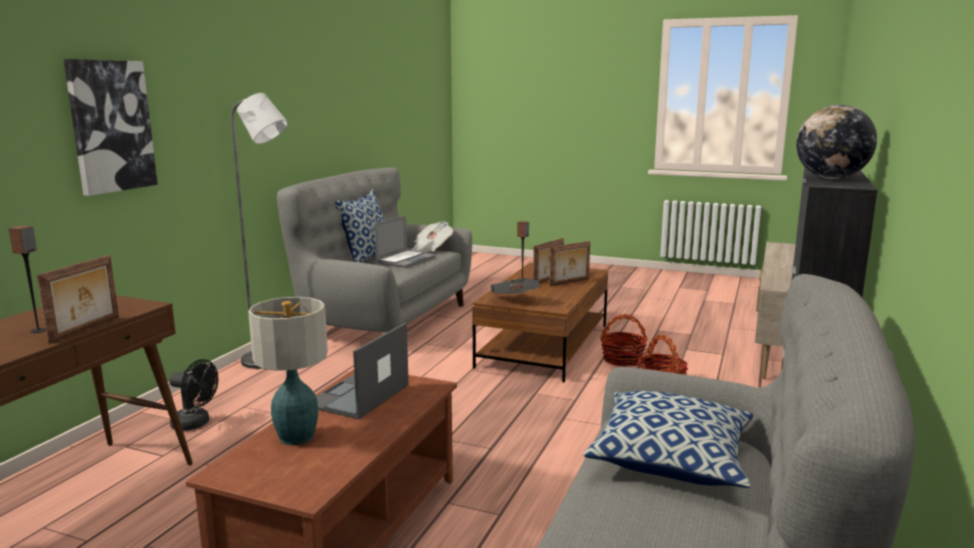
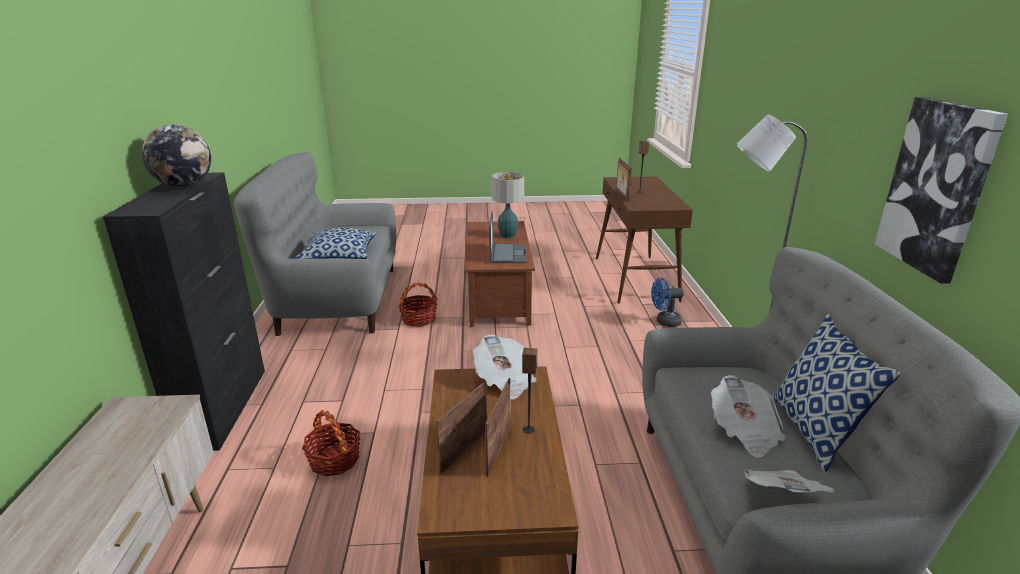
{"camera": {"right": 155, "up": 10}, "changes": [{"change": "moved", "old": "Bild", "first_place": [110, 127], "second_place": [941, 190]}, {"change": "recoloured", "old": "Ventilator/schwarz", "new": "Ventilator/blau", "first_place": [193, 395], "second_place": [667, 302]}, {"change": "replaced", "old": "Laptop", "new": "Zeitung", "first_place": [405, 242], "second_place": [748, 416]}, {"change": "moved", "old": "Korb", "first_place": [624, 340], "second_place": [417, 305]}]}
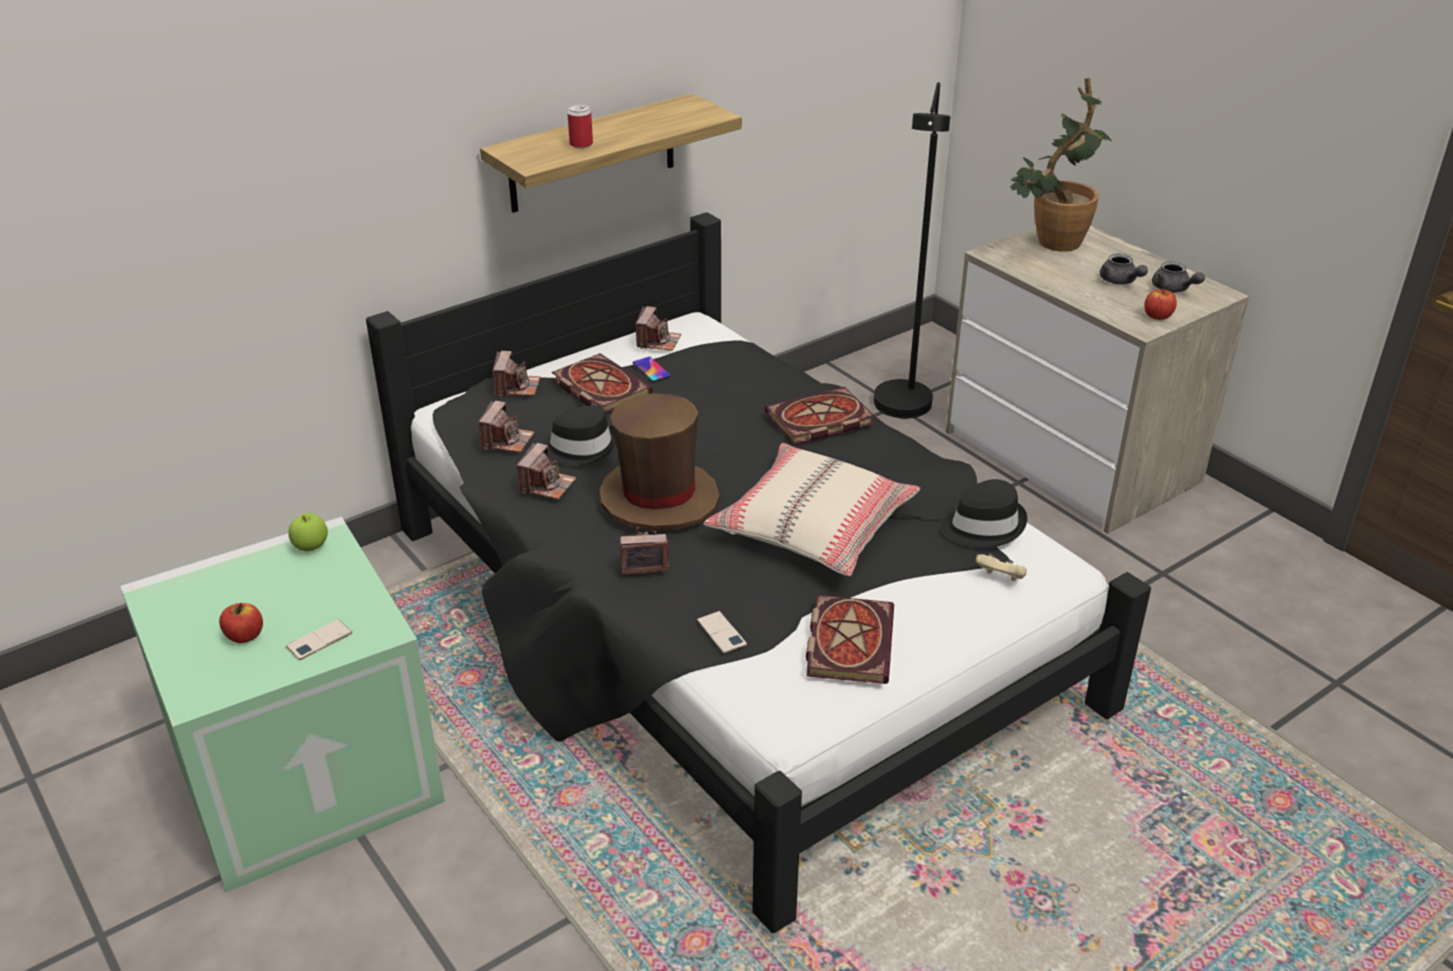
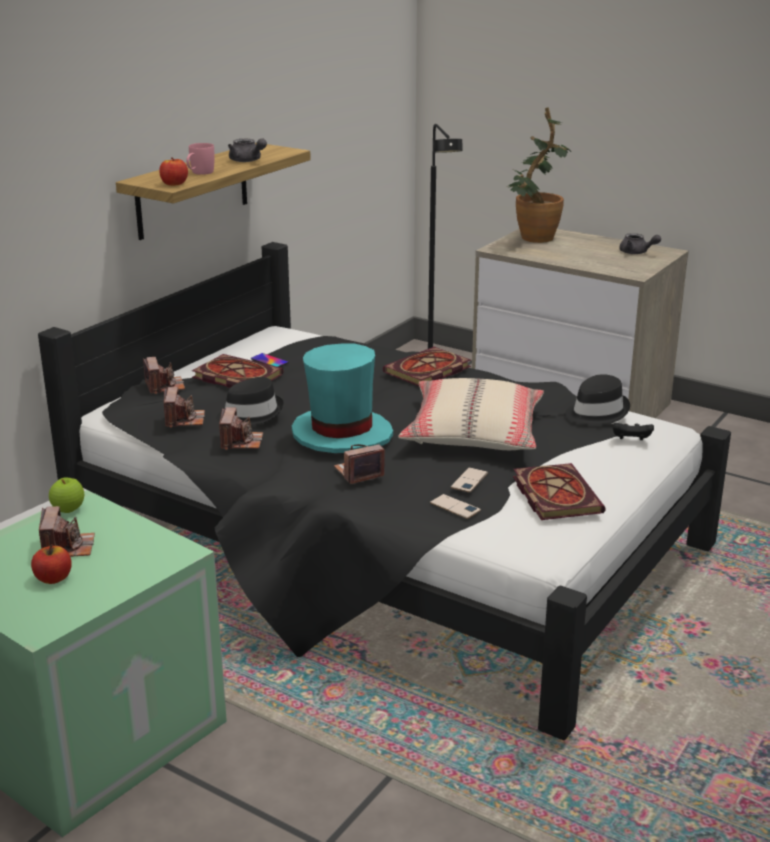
{"camera": {"right": -20, "up": -10}, "changes": [{"change": "moved", "old": "Handy", "first_place": [319, 639], "second_place": [469, 480]}, {"change": "replaced", "old": "Dose", "new": "Henkelbecher/rosa", "first_place": [580, 126], "second_place": [200, 159]}, {"change": "recoloured", "old": "Hut/braun", "new": "Hut/türkis", "first_place": [659, 461], "second_place": [342, 398]}, {"change": "moved", "old": "Kamera", "first_place": [658, 328], "second_place": [67, 531]}, {"change": "recoloured", "old": "Gamepad/beige", "new": "Gamepad/schwarz", "first_place": [1001, 567], "second_place": [633, 431]}, {"change": "moved", "old": "Teekanne/grau", "first_place": [1124, 269], "second_place": [247, 150]}, {"change": "moved", "old": "Apfel", "first_place": [1160, 305], "second_place": [173, 171]}]}
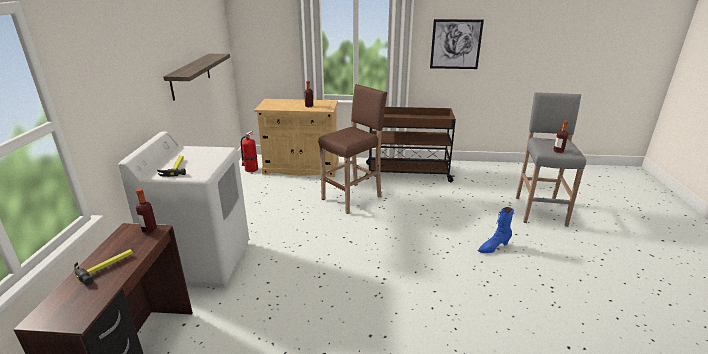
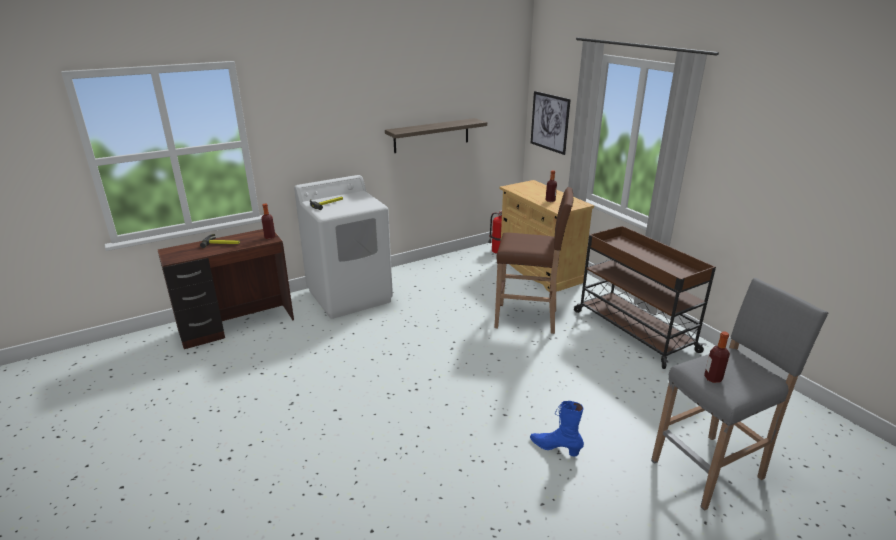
{"camera": {"right": 55, "up": 0}, "changes": [{"change": "moved", "old": "Bild", "first_place": [457, 44], "second_place": [551, 123]}]}
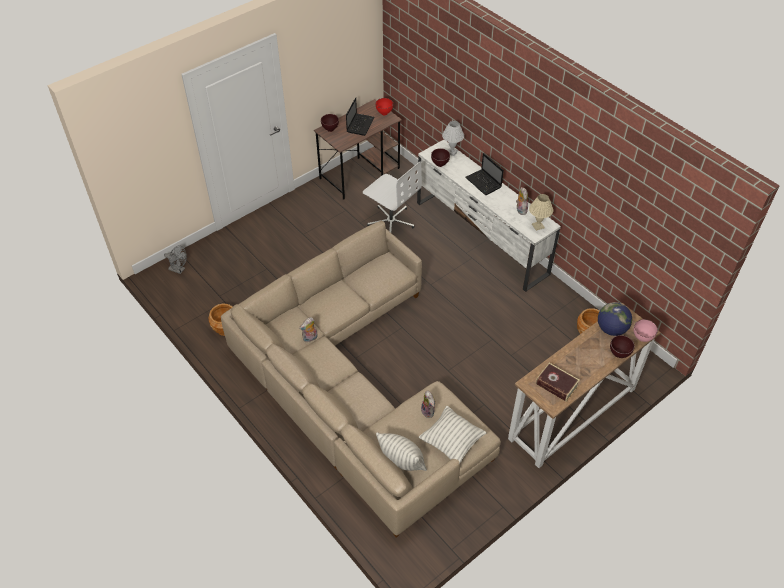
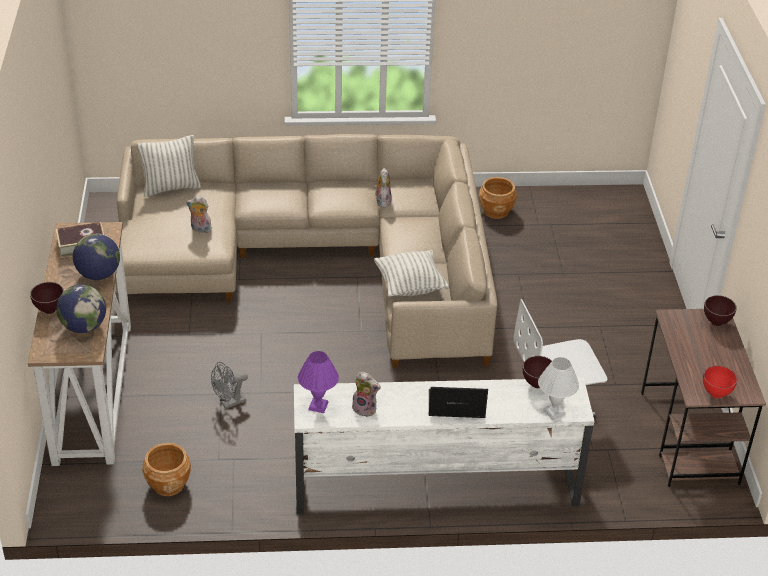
{"camera": {"right": 125, "up": -10}, "changes": [{"change": "moved", "old": "Ventilator/grau", "first_place": [175, 259], "second_place": [229, 385]}, {"change": "removed", "old": "Laptop", "first_place": [360, 116]}, {"change": "moved", "old": "Kissen", "first_place": [453, 435], "second_place": [411, 273]}, {"change": "recoloured", "old": "Tischlampe/beige", "new": "Tischlampe/lila", "first_place": [541, 212], "second_place": [318, 382]}, {"change": "removed", "old": "Schüssel/rosa", "first_place": [646, 330]}, {"change": "added", "new": "Globus", "second_place": [96, 257]}]}
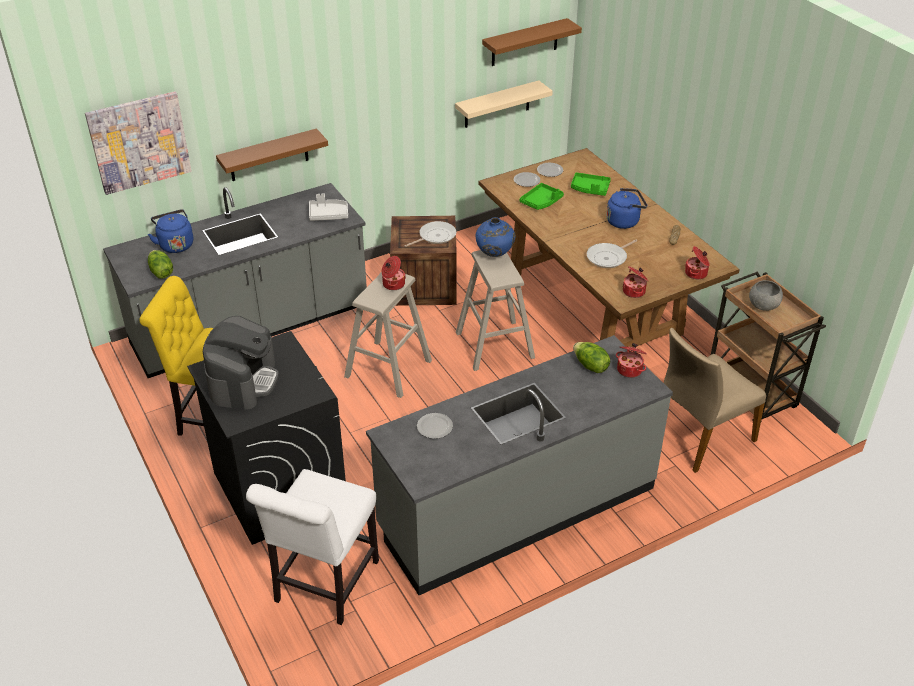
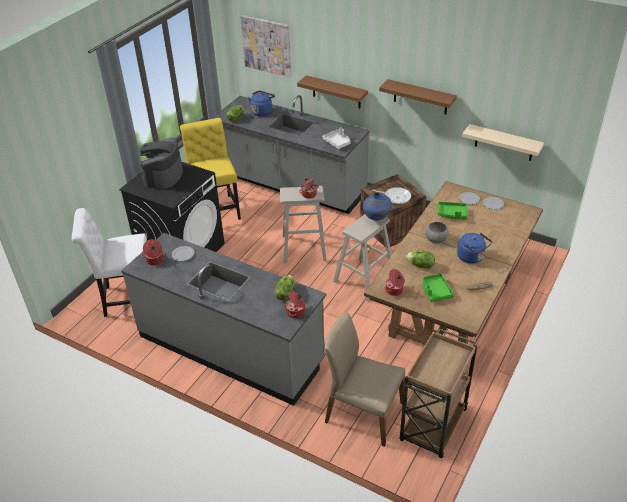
{"camera": {"right": 60, "up": 0}, "changes": [{"change": "turned", "old": "Kaffeemaschine", "first_place": [241, 363], "second_place": [161, 163], "degrees": 120}, {"change": "moved", "old": "Wandregal/braun", "first_place": [532, 42], "second_place": [418, 96]}, {"change": "moved", "old": "Tablett/grün", "first_place": [591, 184], "second_place": [438, 287]}, {"change": "replaced", "old": "Pfanne", "new": "Salatkopf", "first_place": [612, 254], "second_place": [420, 259]}, {"change": "moved", "old": "Kochtopf", "first_place": [697, 262], "second_place": [153, 252]}, {"change": "moved", "old": "Schüssel/grau", "first_place": [766, 295], "second_place": [437, 232]}]}
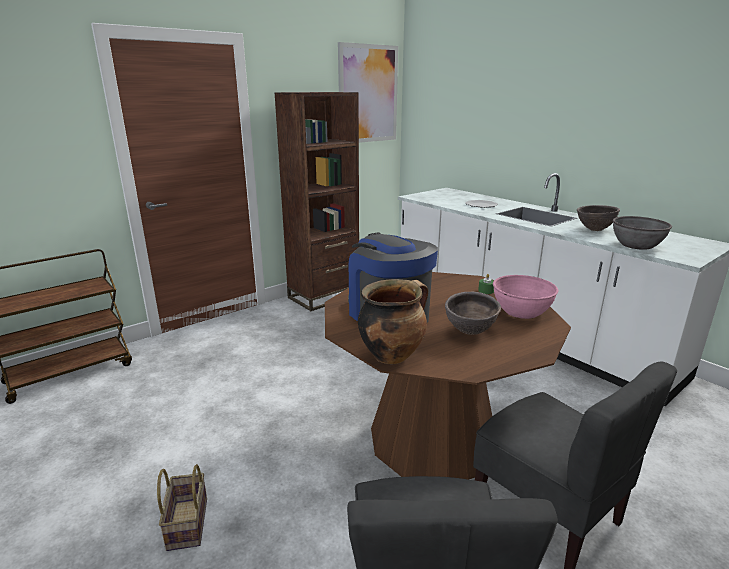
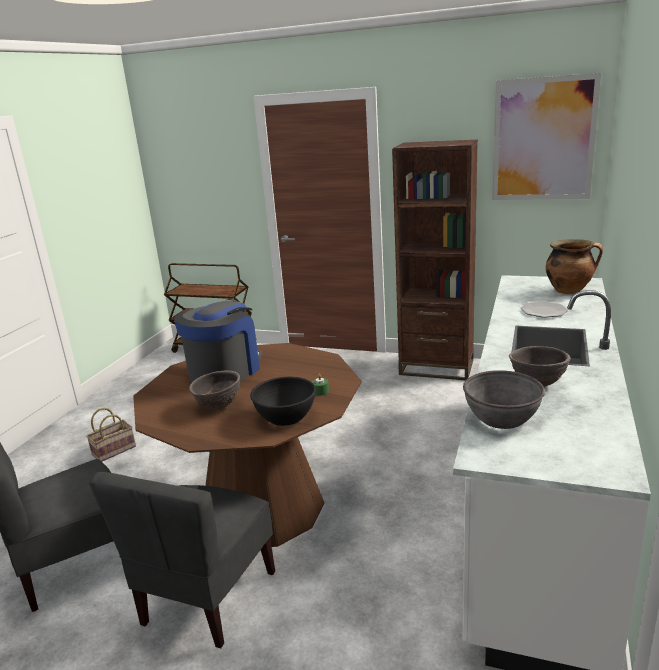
{"camera": {"right": 60, "up": 0}, "changes": [{"change": "moved", "old": "Kochtopf", "first_place": [393, 321], "second_place": [574, 266]}, {"change": "recoloured", "old": "Schüssel/rosa", "new": "Schüssel/schwarz", "first_place": [525, 297], "second_place": [283, 401]}]}
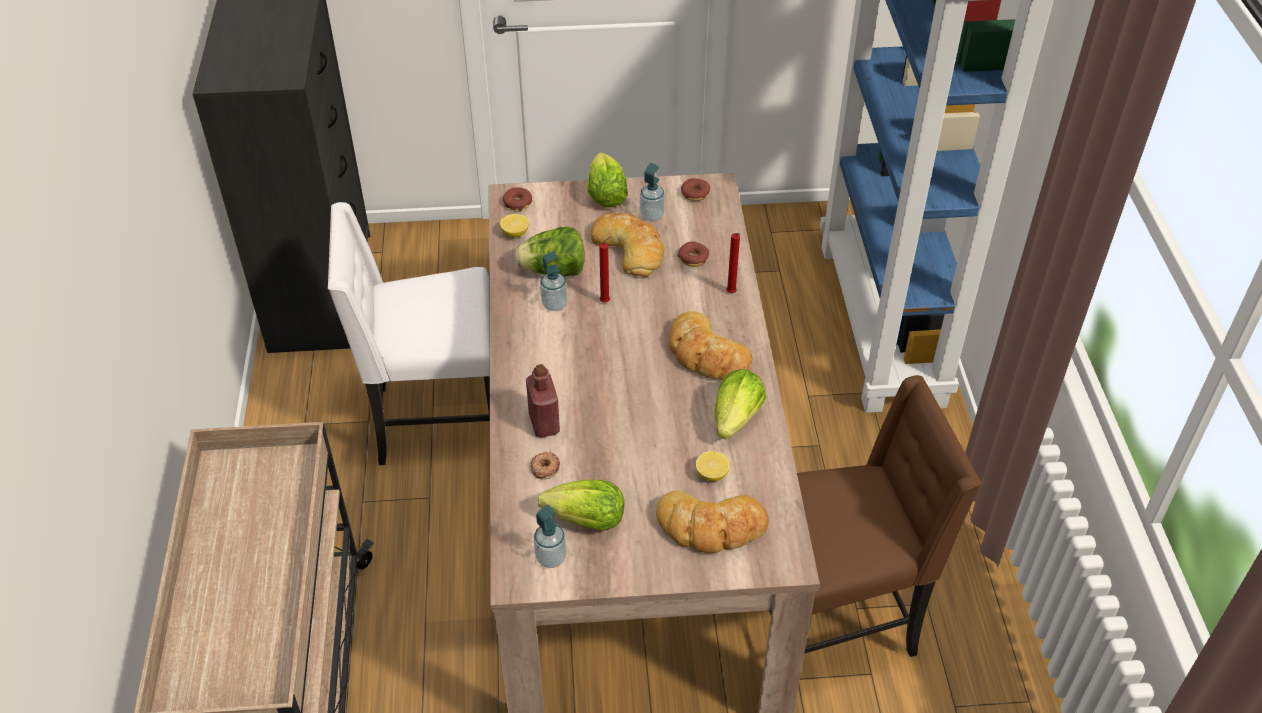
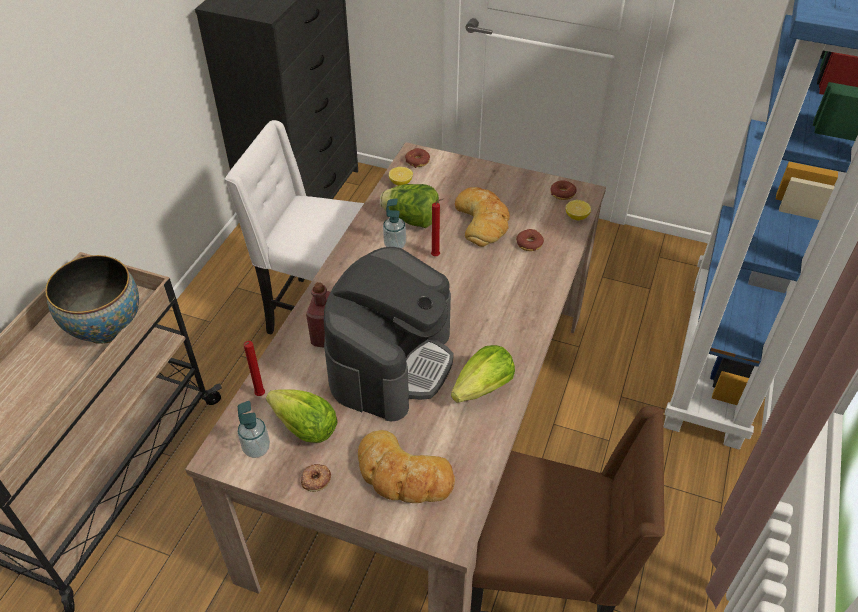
{"camera": {"right": 25, "up": 0}, "changes": [{"change": "moved", "old": "Donut", "first_place": [545, 465], "second_place": [316, 478]}, {"change": "removed", "old": "Salatkopf", "first_place": [607, 179]}, {"change": "removed", "old": "Seifenspender", "first_place": [652, 192]}, {"change": "removed", "old": "Brot", "first_place": [710, 345]}, {"change": "moved", "old": "Zitrone", "first_place": [713, 466], "second_place": [578, 210]}, {"change": "moved", "old": "Kerze/rot", "first_place": [733, 263], "second_place": [254, 368]}, {"change": "added", "new": "Schüssel", "second_place": [92, 299]}, {"change": "added", "new": "Kaffeemaschine", "second_place": [389, 334]}]}
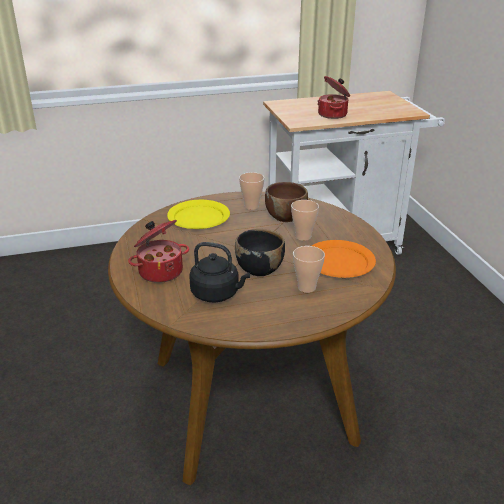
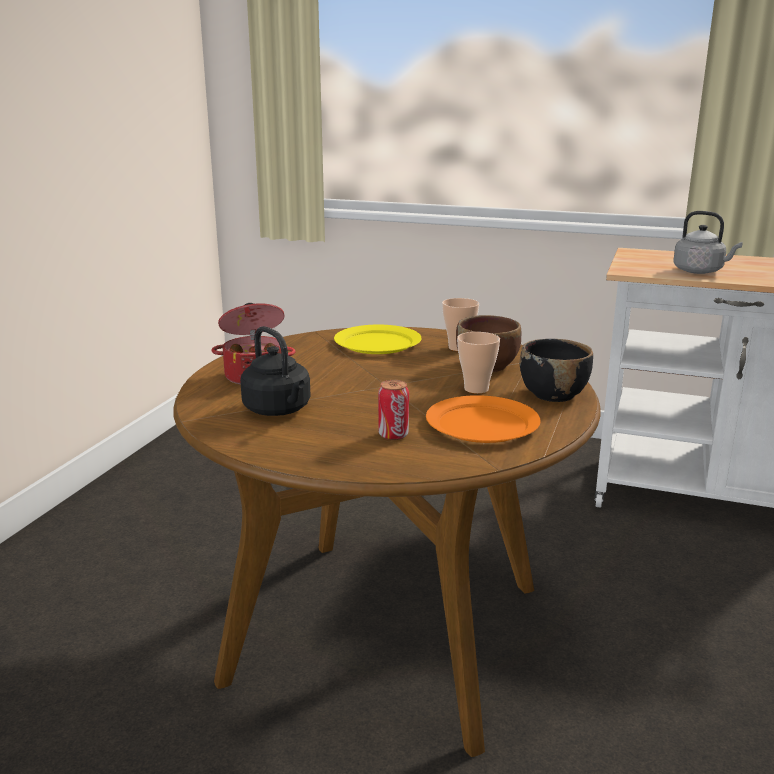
{"camera": {"right": 35, "up": -10}, "changes": [{"change": "moved", "old": "Schüssel/schwarz", "first_place": [260, 252], "second_place": [556, 370]}, {"change": "replaced", "old": "Tasse", "new": "Dose", "first_place": [309, 269], "second_place": [393, 410]}, {"change": "replaced", "old": "Kochtopf", "new": "Wasserkessel/grau", "first_place": [333, 97], "second_place": [708, 242]}]}
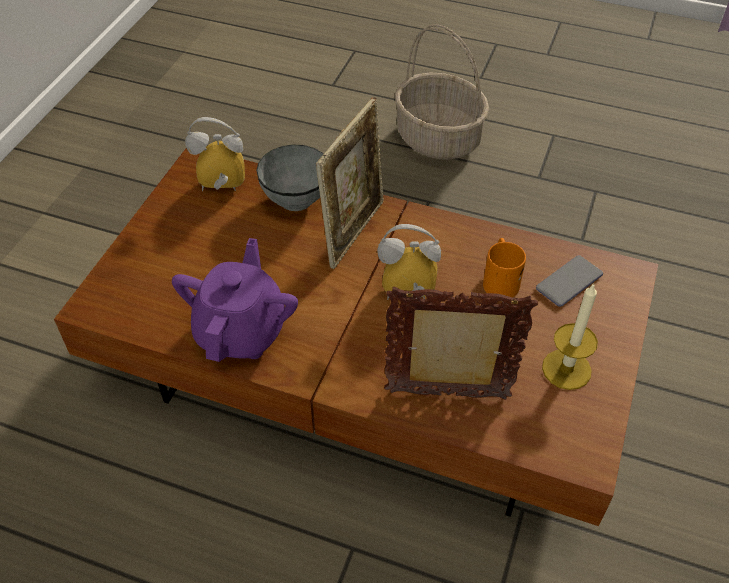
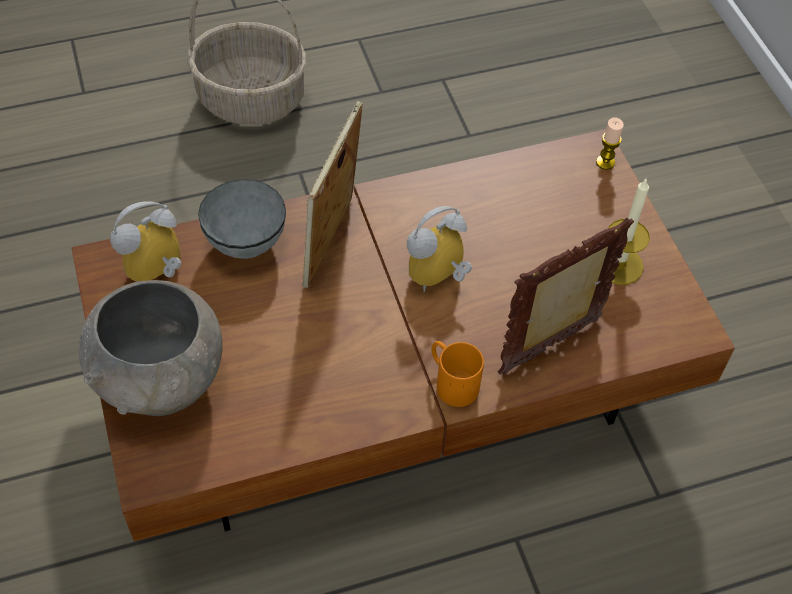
{"camera": {"right": -40, "up": 5}, "changes": [{"change": "removed", "old": "Teekanne/lila", "first_place": [235, 300]}, {"change": "turned", "old": "Bilderrahmen", "first_place": [350, 183], "second_place": [332, 194], "degrees": -150}, {"change": "moved", "old": "Henkelbecher/orange", "first_place": [504, 267], "second_place": [457, 374]}, {"change": "removed", "old": "Handy", "first_place": [569, 281]}, {"change": "added", "new": "Schüssel/grau", "second_place": [151, 348]}, {"change": "added", "new": "Kerze", "second_place": [610, 143]}]}
